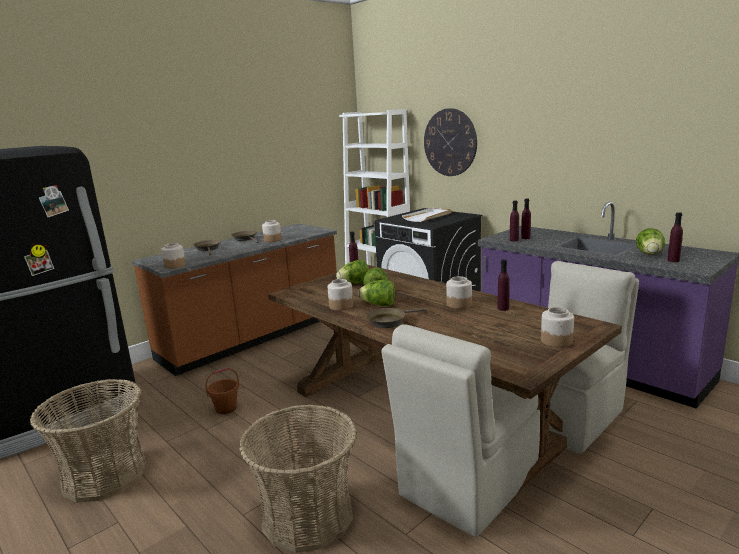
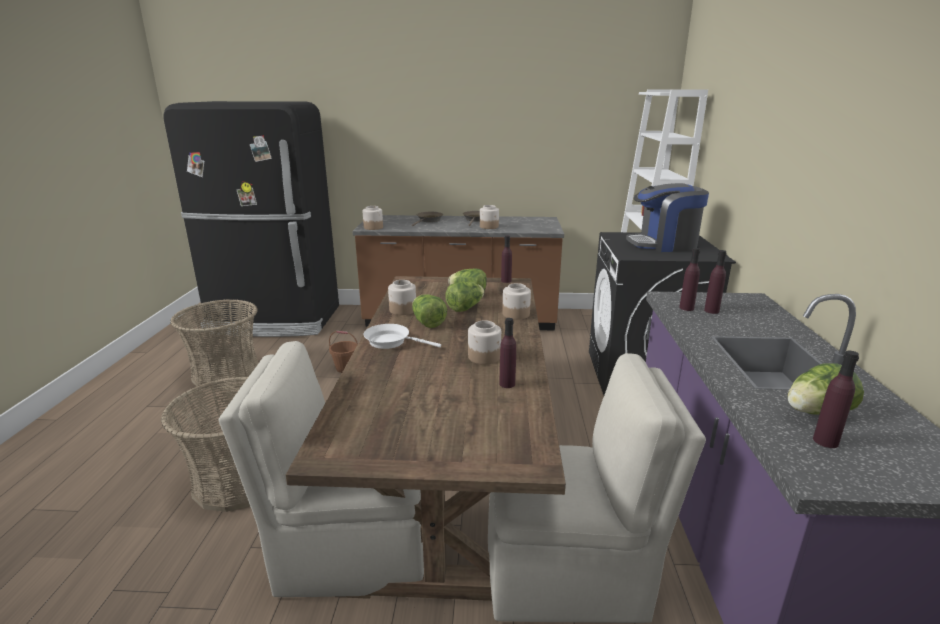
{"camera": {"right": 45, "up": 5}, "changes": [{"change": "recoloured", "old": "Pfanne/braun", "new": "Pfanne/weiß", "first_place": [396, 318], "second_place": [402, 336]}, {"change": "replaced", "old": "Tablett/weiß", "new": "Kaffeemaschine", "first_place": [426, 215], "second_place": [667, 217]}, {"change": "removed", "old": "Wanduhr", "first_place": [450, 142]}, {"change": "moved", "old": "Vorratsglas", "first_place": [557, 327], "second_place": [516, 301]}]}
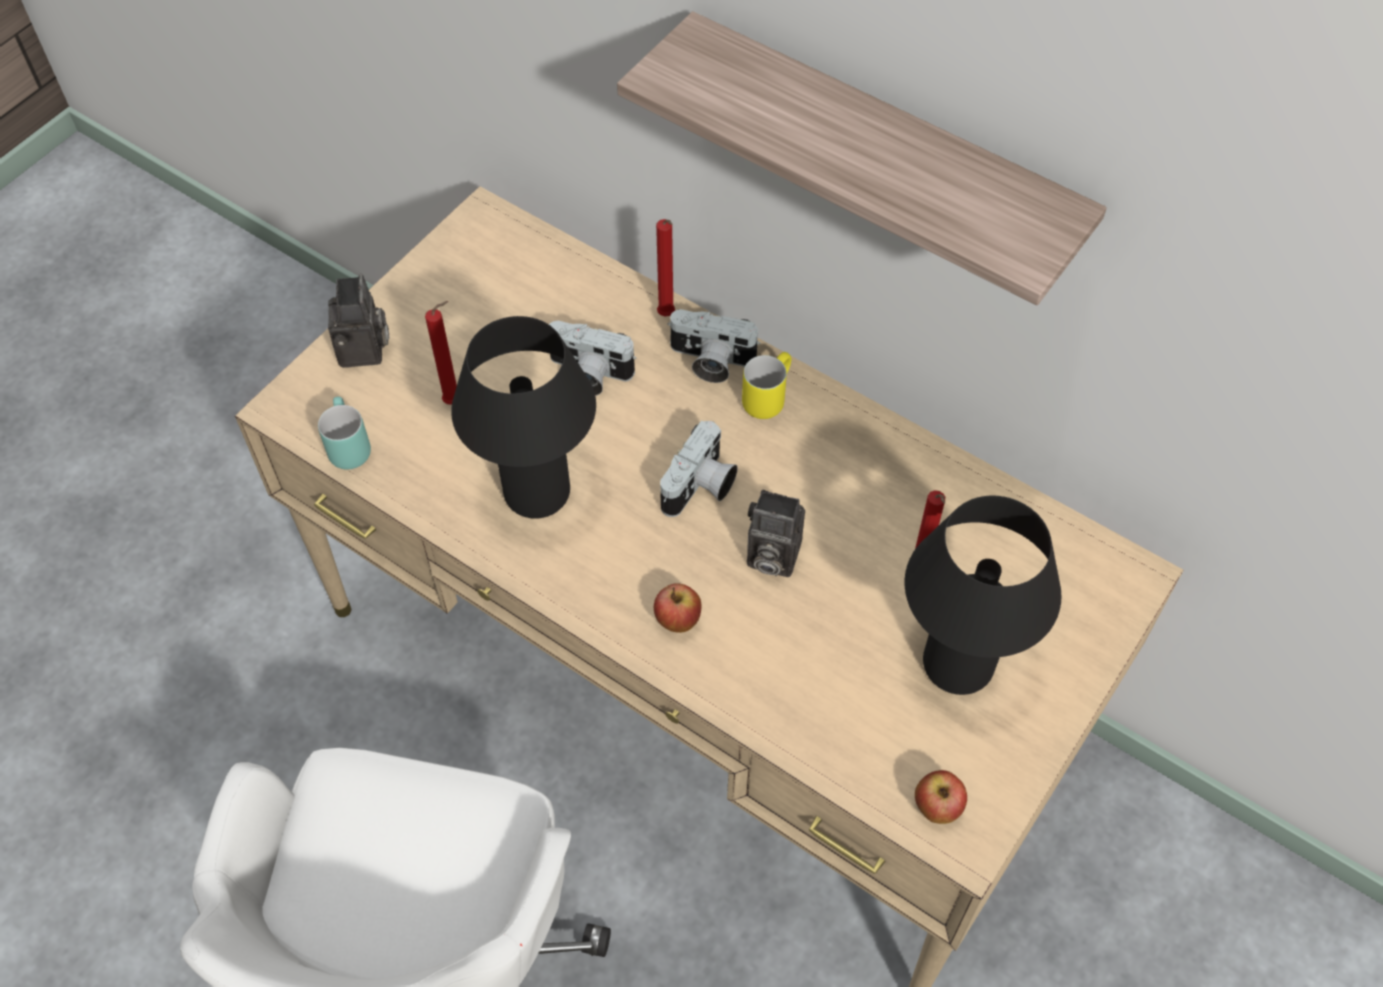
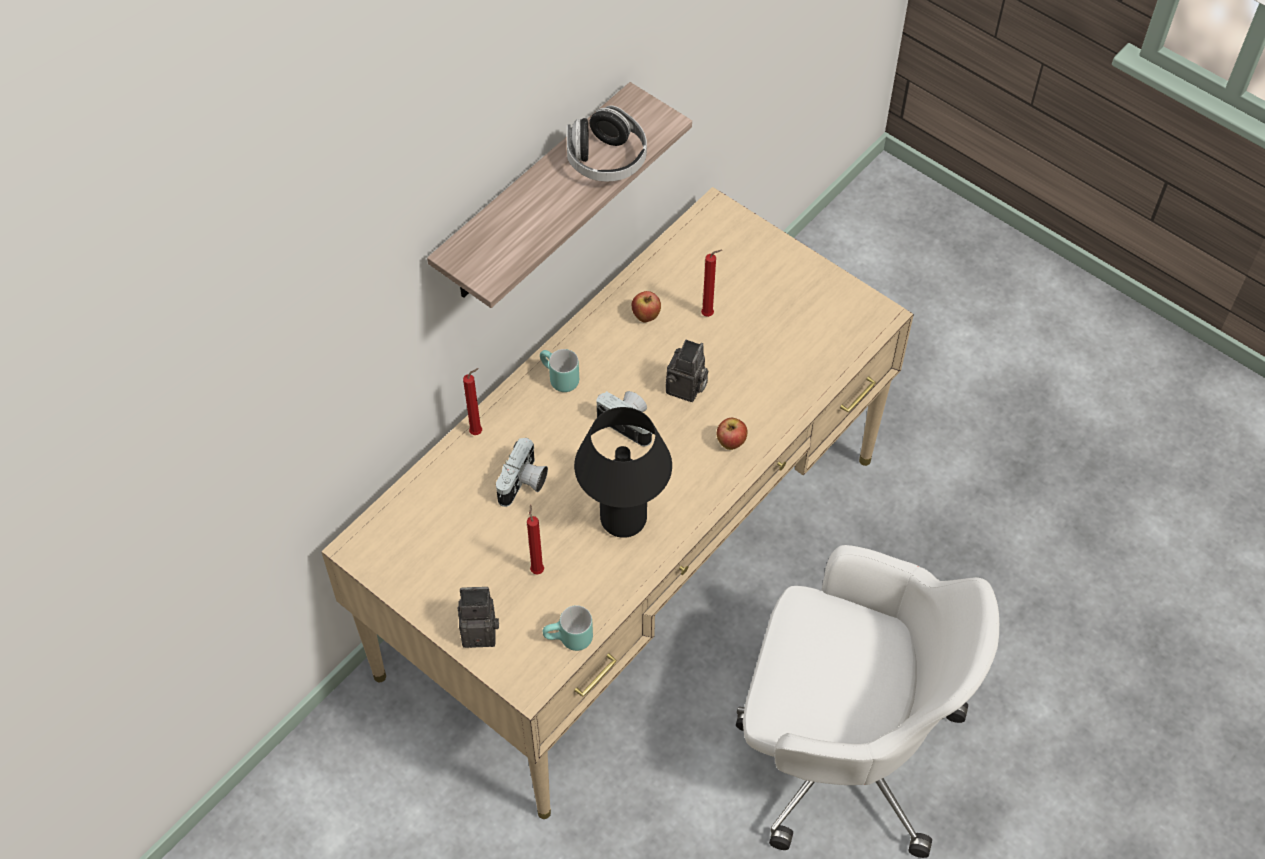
{"camera": {"right": -85, "up": 0}, "changes": [{"change": "removed", "old": "Kamera", "first_place": [714, 346]}, {"change": "recoloured", "old": "Henkelbecher/gelb", "new": "Henkelbecher/türkis", "first_place": [766, 385], "second_place": [559, 370]}, {"change": "removed", "old": "Tischlampe/schwarz", "first_place": [983, 595]}, {"change": "moved", "old": "Apfel", "first_place": [941, 797], "second_place": [646, 306]}, {"change": "added", "new": "Kopfhörer", "second_place": [607, 143]}]}
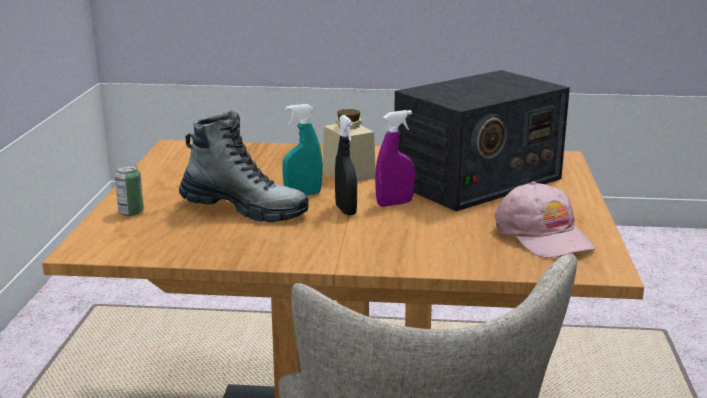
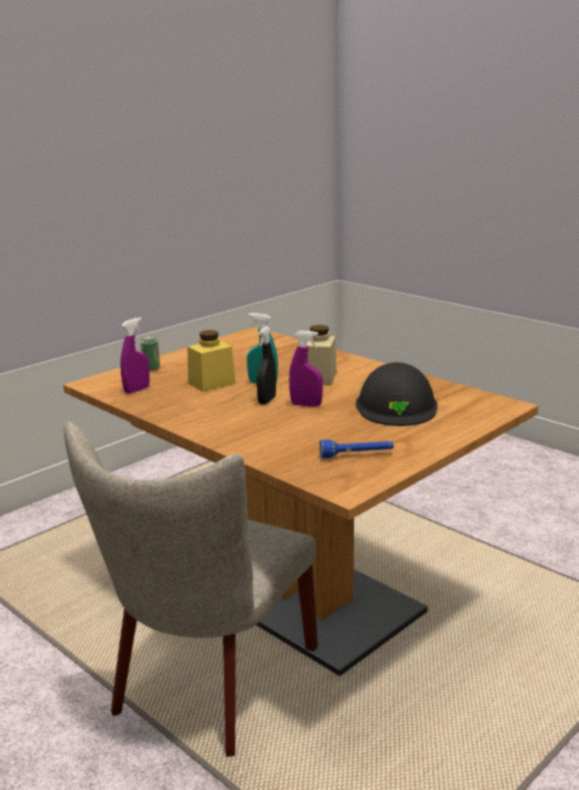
{"camera": {"right": 40, "up": 0}, "changes": [{"change": "replaced", "old": "Stiefel", "new": "Vorratsglas/gelb", "first_place": [244, 166], "second_place": [212, 361]}, {"change": "replaced", "old": "Radio", "new": "Schutzhelm/schwarz", "first_place": [482, 140], "second_place": [397, 394]}, {"change": "replaced", "old": "Kappe/rosa", "new": "Taschenlampe/blau", "first_place": [545, 220], "second_place": [356, 449]}, {"change": "added", "new": "Sprühflasche/lila", "second_place": [135, 356]}]}
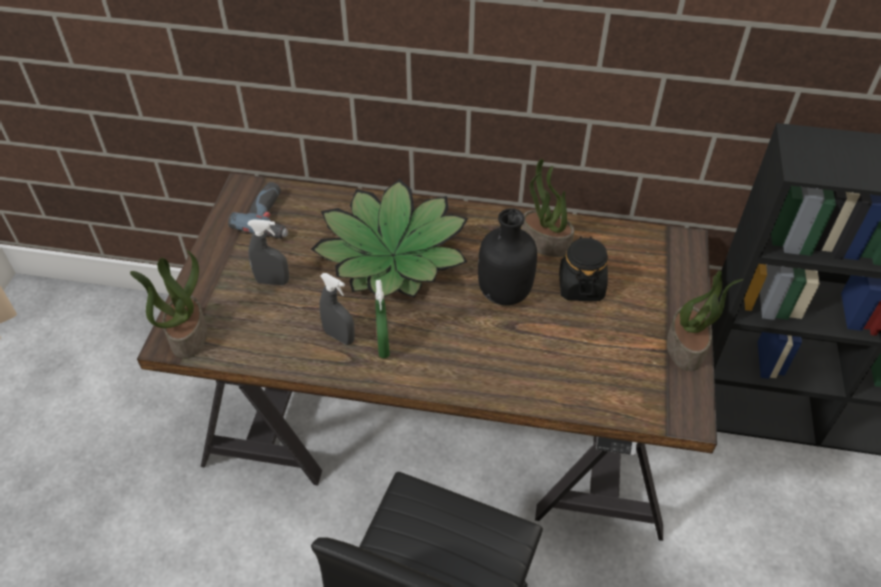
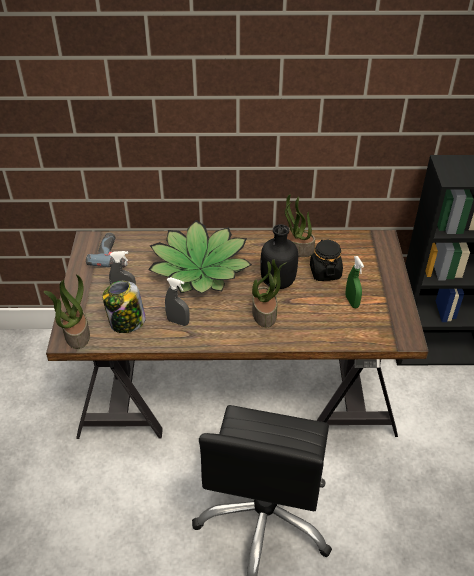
{"camera": {"right": -10, "up": -5}, "changes": [{"change": "moved", "old": "Sprühflasche/grün", "first_place": [382, 319], "second_place": [355, 282]}, {"change": "moved", "old": "Topfpflanze", "first_place": [705, 321], "second_place": [269, 293]}, {"change": "added", "new": "Vorratsglas", "second_place": [124, 307]}]}
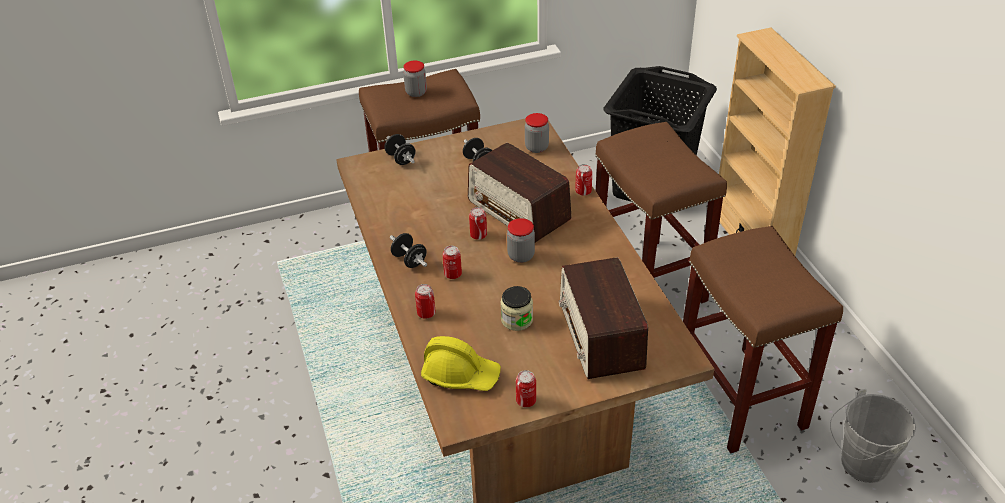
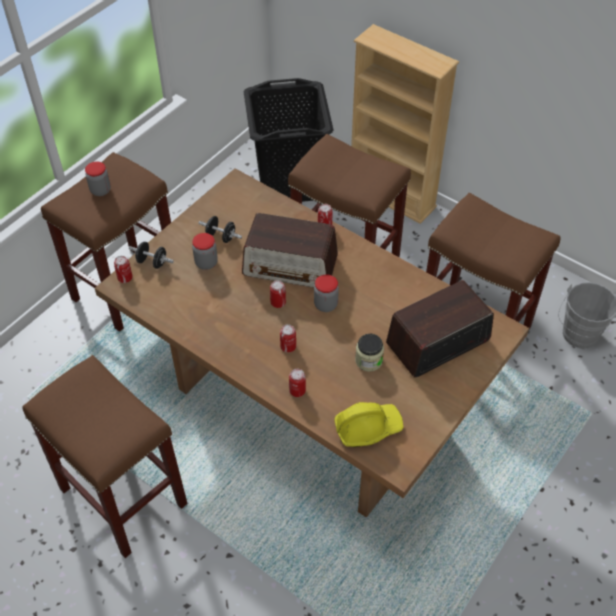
{"camera": {"right": -35, "up": 10}, "changes": [{"change": "removed", "old": "Hantel/schwarz", "first_place": [408, 250]}, {"change": "moved", "old": "Dose", "first_place": [526, 388], "second_place": [123, 269]}, {"change": "moved", "old": "Vorratsglas", "first_place": [537, 133], "second_place": [205, 251]}, {"change": "turned", "old": "Radio", "first_place": [603, 318], "second_place": [440, 328], "degrees": 105}, {"change": "added", "new": "Hocker/braun", "second_place": [105, 456]}]}
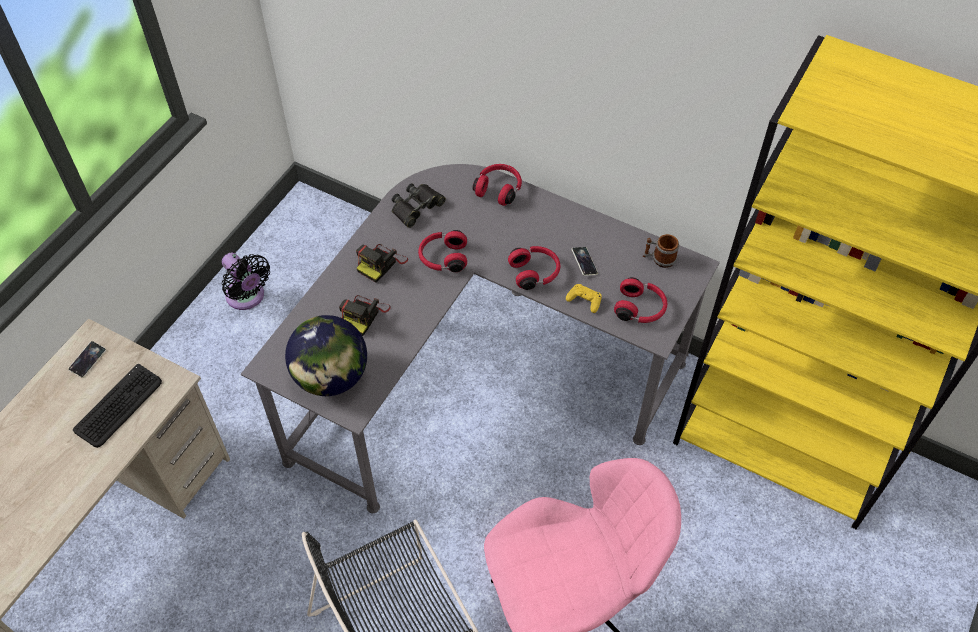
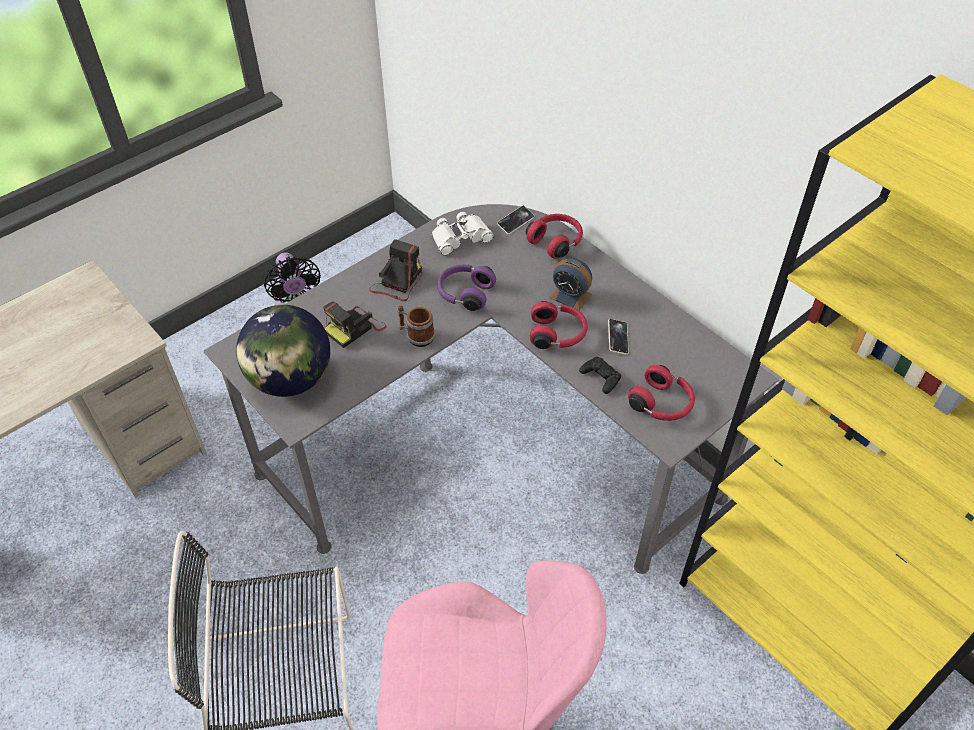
{"camera": {"right": 20, "up": -5}, "changes": [{"change": "moved", "old": "Handy", "first_place": [87, 359], "second_place": [516, 219]}, {"change": "removed", "old": "Tastatur", "first_place": [117, 406]}, {"change": "turned", "old": "Kamera", "first_place": [382, 263], "second_place": [395, 270], "degrees": 150}, {"change": "recoloured", "old": "Fernglas/schwarz", "new": "Fernglas/weiß", "first_place": [419, 205], "second_place": [463, 233]}, {"change": "recoloured", "old": "Kopfhörer/rot", "new": "Kopfhörer/lila", "first_place": [442, 251], "second_place": [466, 288]}, {"change": "recoloured", "old": "Gamepad/gelb", "new": "Gamepad/schwarz", "first_place": [584, 298], "second_place": [600, 375]}, {"change": "moved", "old": "Henkelbecher", "first_place": [661, 251], "second_place": [416, 326]}, {"change": "added", "new": "Wecker", "second_place": [571, 284]}]}
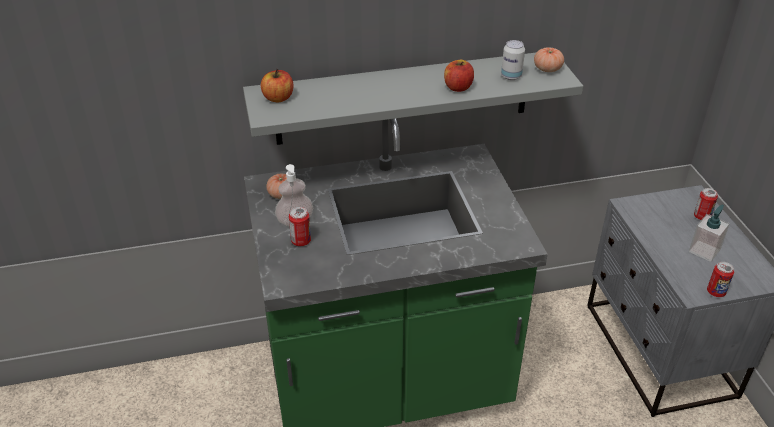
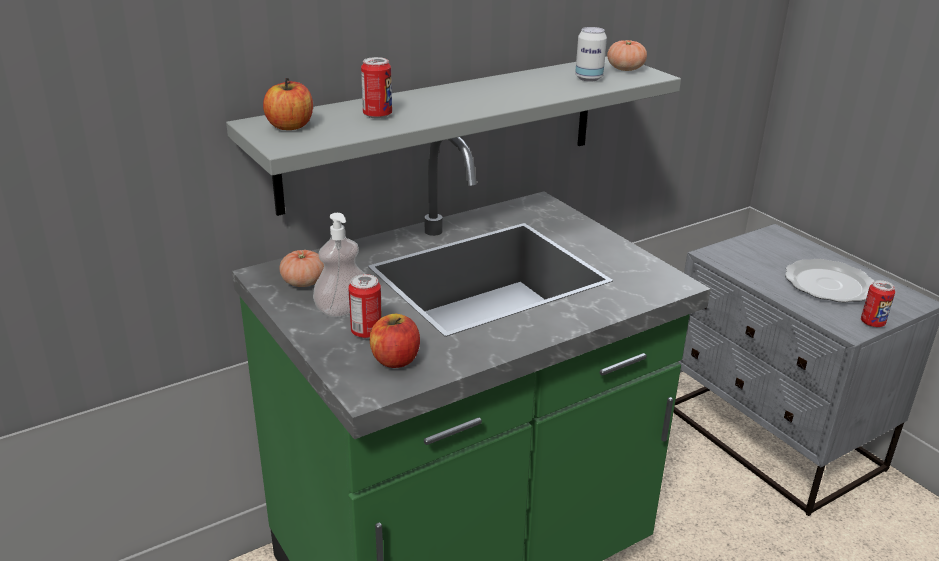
{"camera": {"right": -20, "up": -10}, "changes": [{"change": "moved", "old": "Apfel", "first_place": [459, 76], "second_place": [395, 341]}, {"change": "replaced", "old": "Seifenspender", "new": "Teller", "first_place": [709, 233], "second_place": [829, 281]}, {"change": "moved", "old": "Dose", "first_place": [706, 204], "second_place": [376, 88]}]}
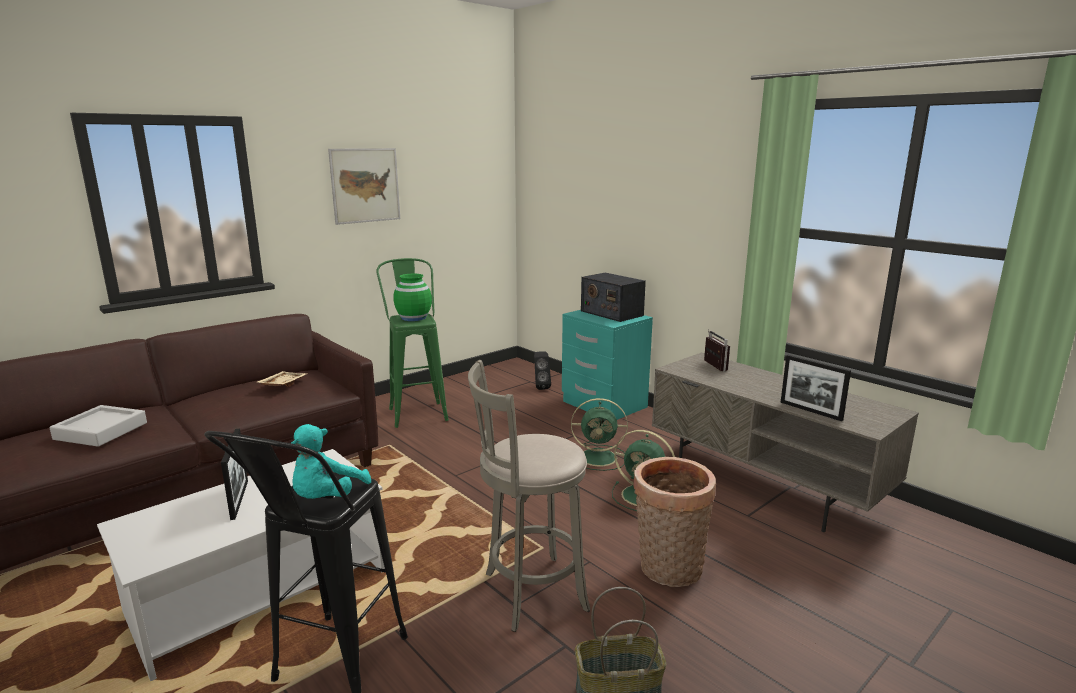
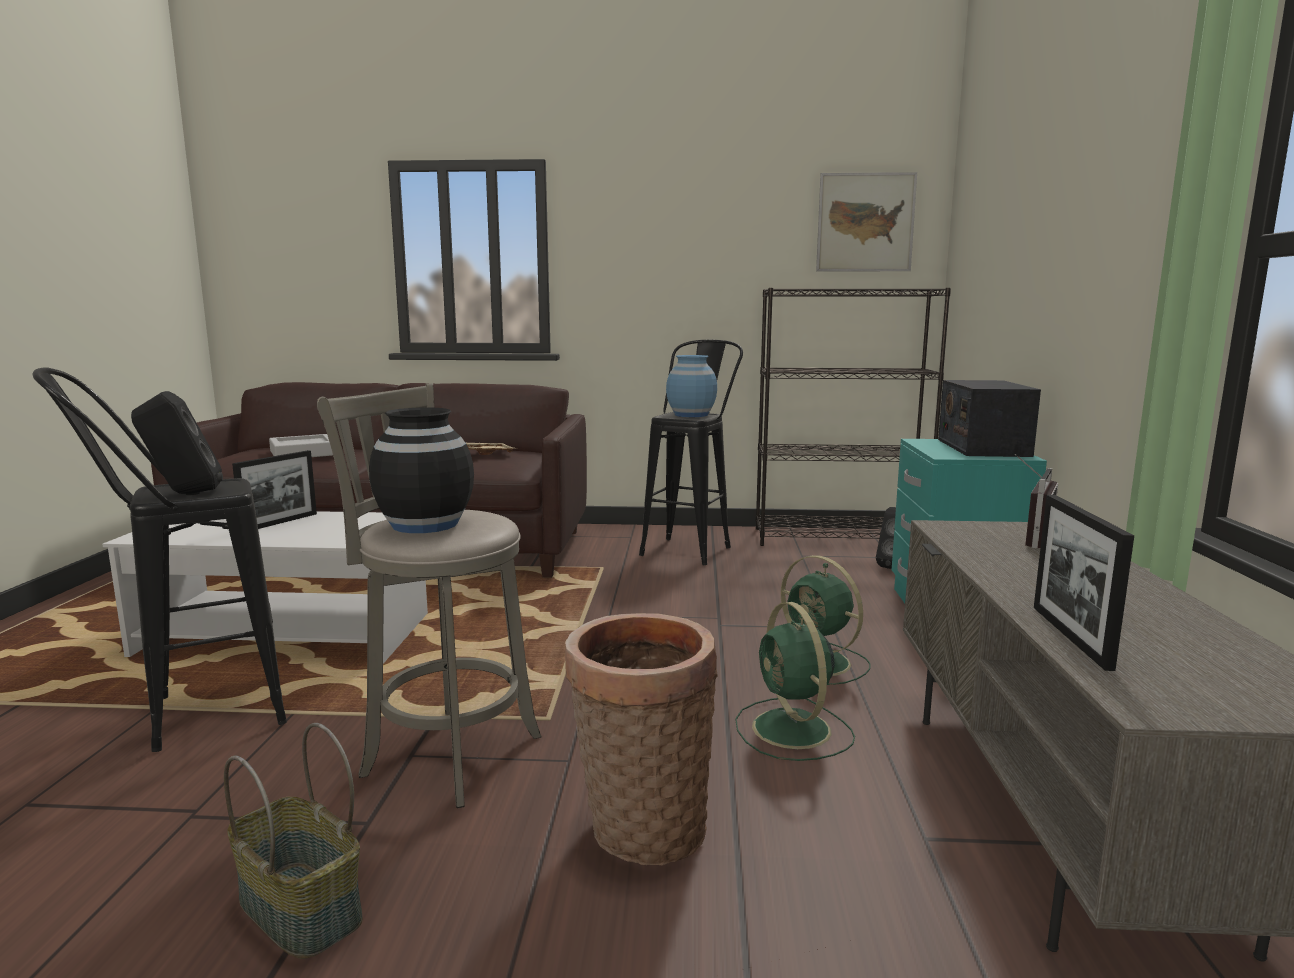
{"camera": {"right": 45, "up": -5}, "changes": [{"change": "replaced", "old": "Plüschtier/türkis", "new": "Lautsprecher/schwarz", "first_place": [331, 461], "second_place": [177, 442]}, {"change": "moved", "old": "Bild", "first_place": [364, 186], "second_place": [866, 222]}, {"change": "recoloured", "old": "Hocker/grün", "new": "Hocker/schwarz", "first_place": [412, 343], "second_place": [691, 452]}, {"change": "recoloured", "old": "Vase/grün", "new": "Vase/blau", "first_place": [412, 297], "second_place": [691, 386]}, {"change": "added", "new": "Vase/schwarz", "second_place": [421, 470]}, {"change": "added", "new": "Bücherregal/schwarz", "second_place": [853, 417]}]}
